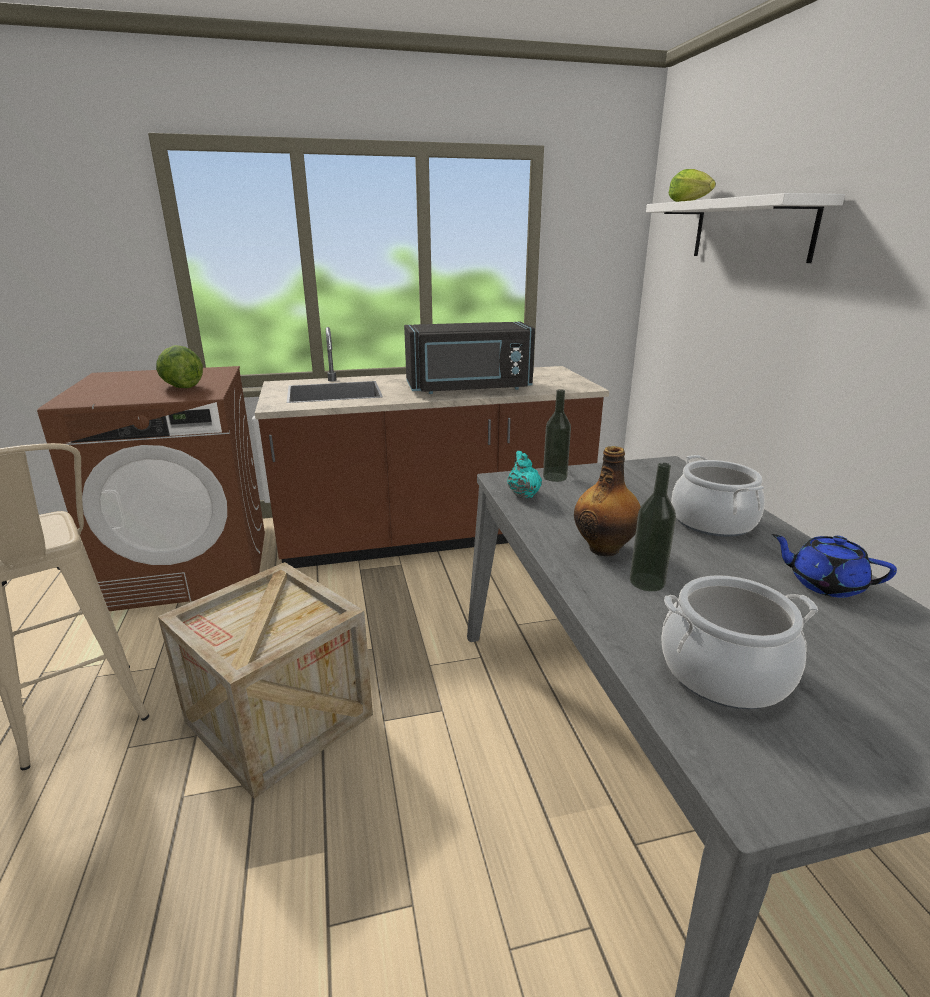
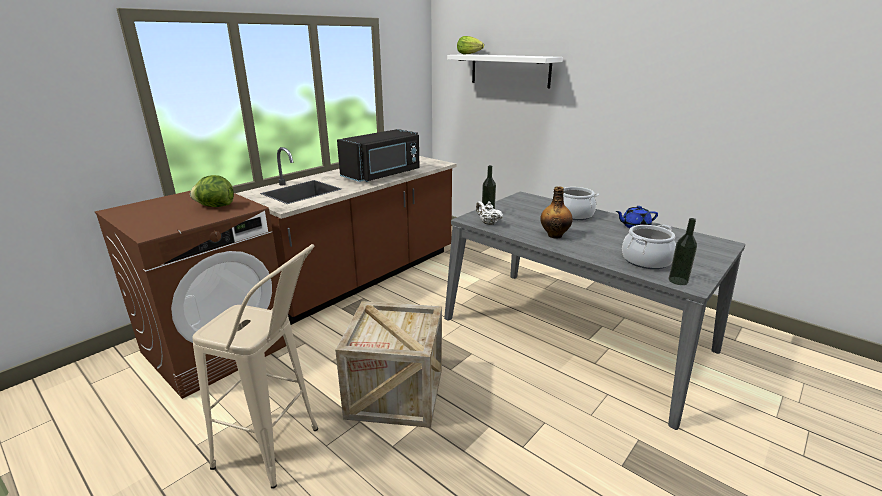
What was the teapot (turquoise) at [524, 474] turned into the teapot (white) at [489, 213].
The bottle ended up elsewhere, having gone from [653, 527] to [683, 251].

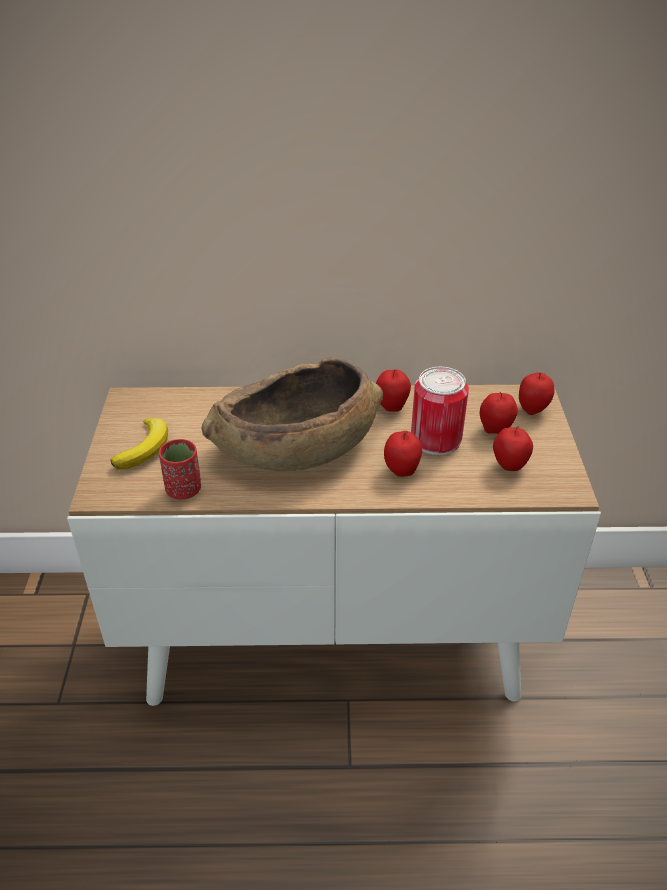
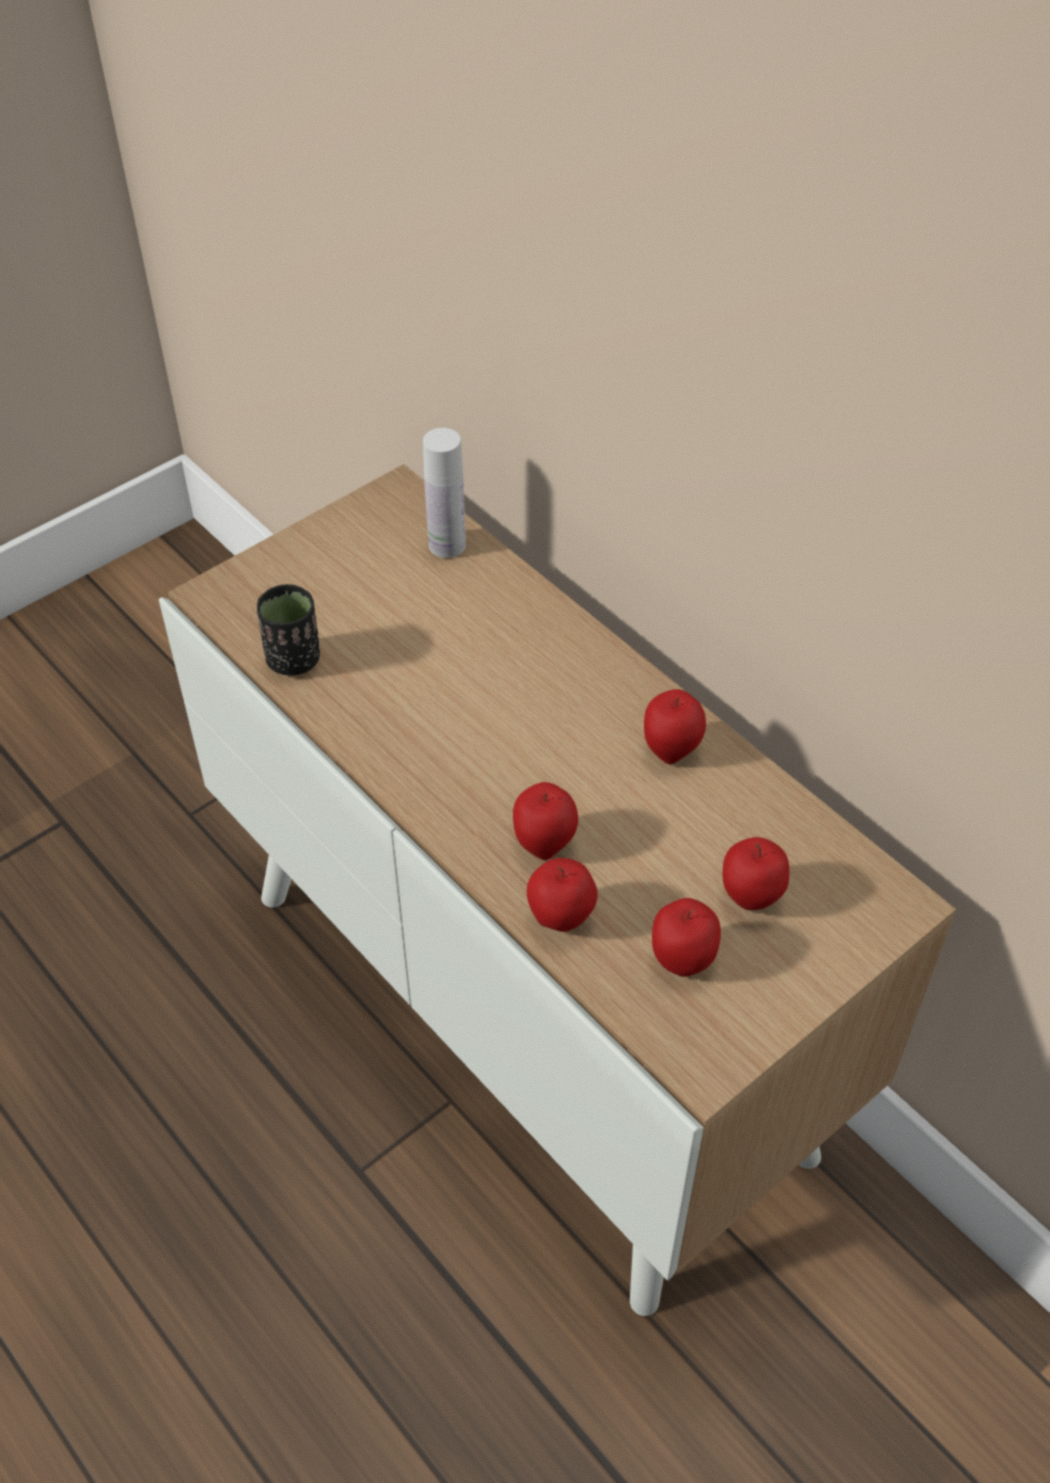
The second view lost the banana at [139, 443].
What was the cup (red) at [180, 469] turned into the cup (black) at [288, 630].
The second view lost the bowl (brown) at [292, 414].
The second view lost the can at [440, 411].
The apple ended up elsewhere, having gone from [537, 393] to [562, 895].
The second view gained the bottle (white) at [444, 493].

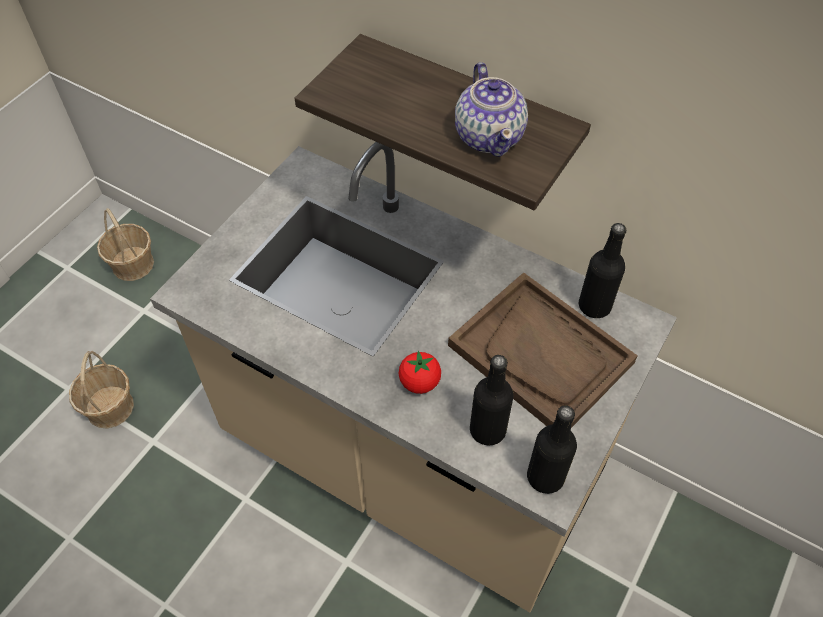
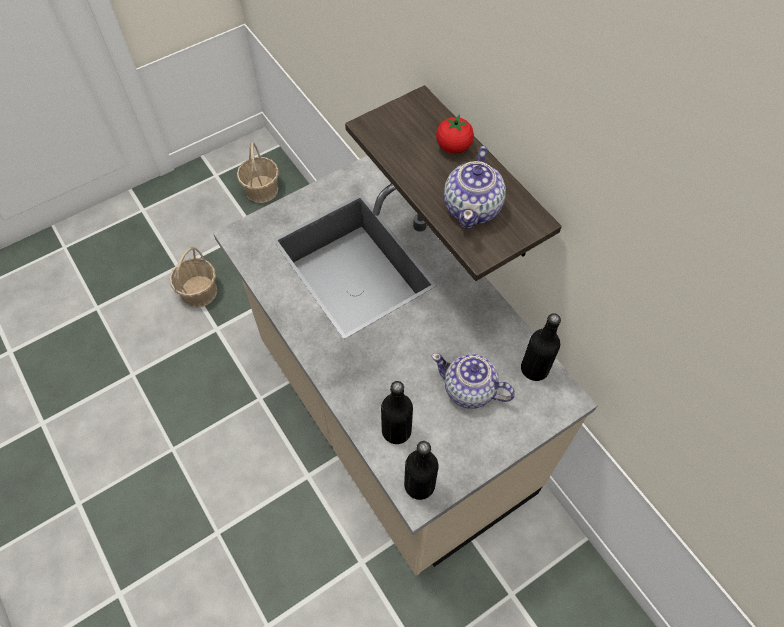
The tomato ended up elsewhere, having gone from [419, 372] to [455, 134].
Where the tray (brown) stood at [543, 350], the teapot came to stand at [473, 381].

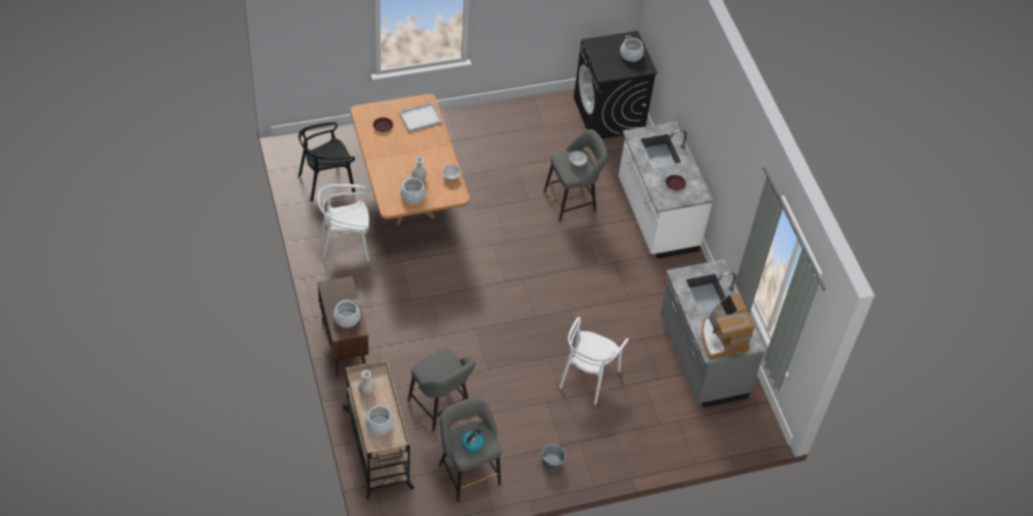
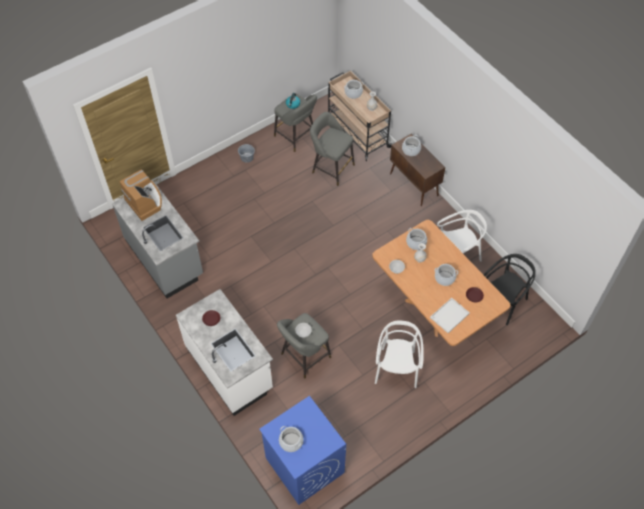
The chair (white) ended up elsewhere, having gone from [594, 361] to [399, 354].
What was the washing machine (black) at [616, 85] turned into the washing machine (blue) at [302, 450].
The second view gained the cooking pot at [446, 275].

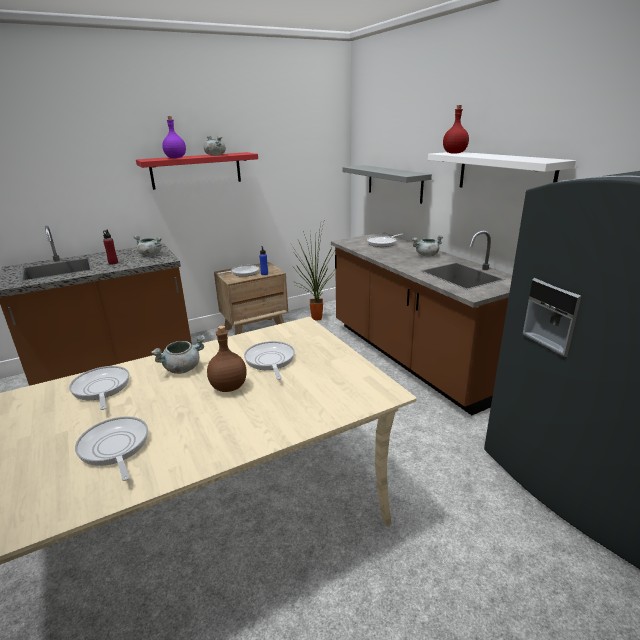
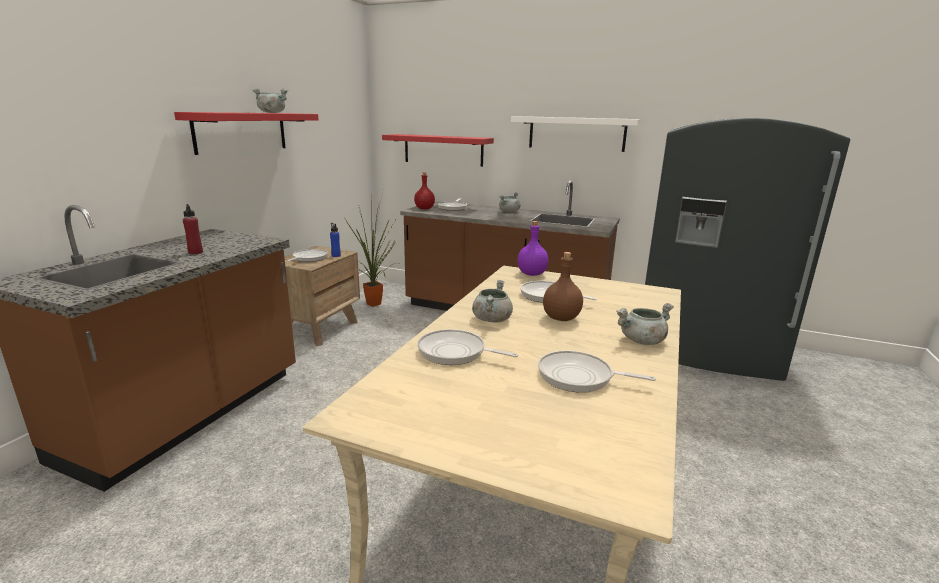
The cooking pot (grey) ended up elsewhere, having gone from [148, 245] to [645, 324].
The bottle (purple) ended up elsewhere, having gone from [174, 137] to [533, 248].
What was the shelf (grey) at [387, 184] turned into the shelf (red) at [438, 150].
The bottle (red) ended up elsewhere, having gone from [456, 129] to [424, 190].

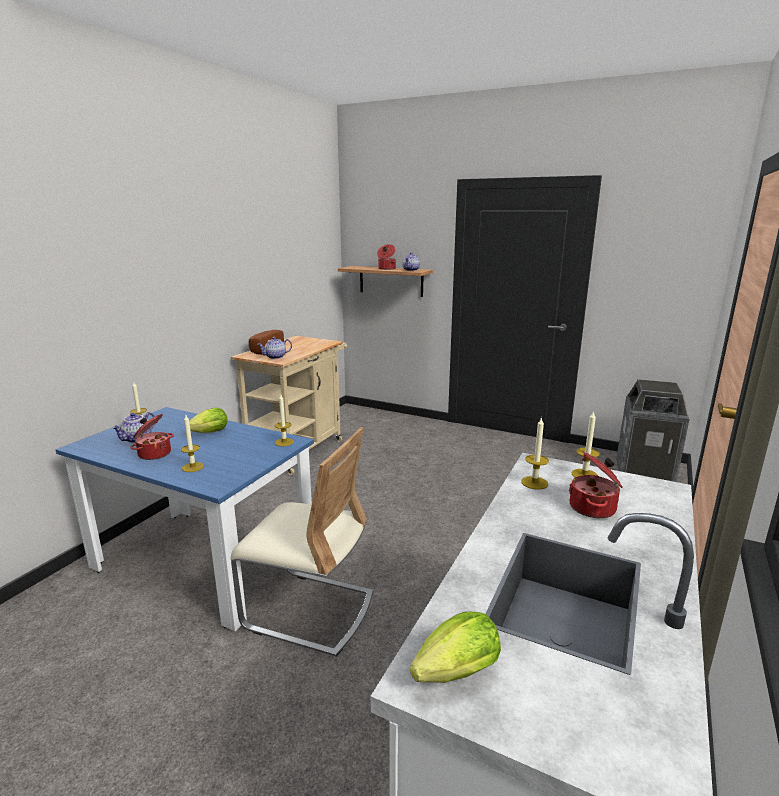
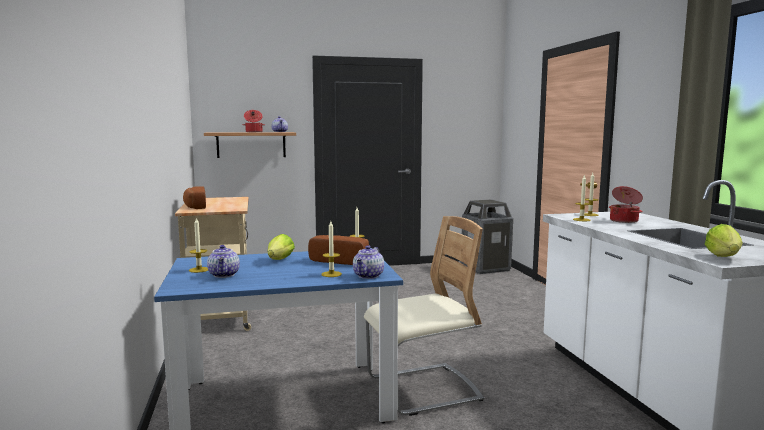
The second view lost the cooking pot at [152, 437].
The teapot ended up elsewhere, having gone from [274, 348] to [368, 262].
The second view gained the bread at [338, 250].

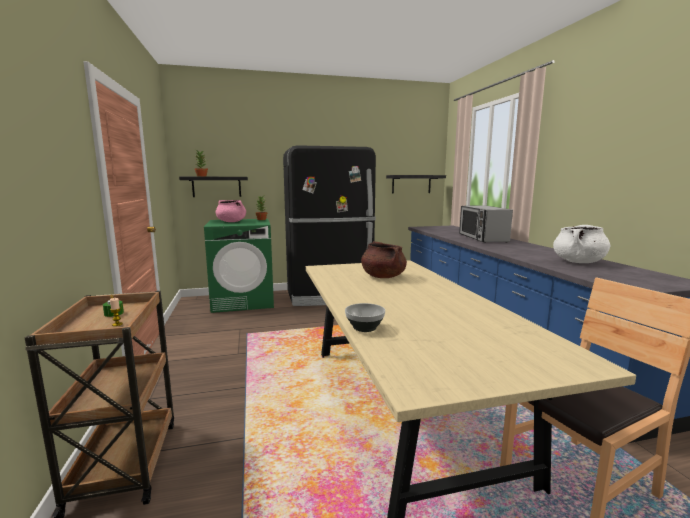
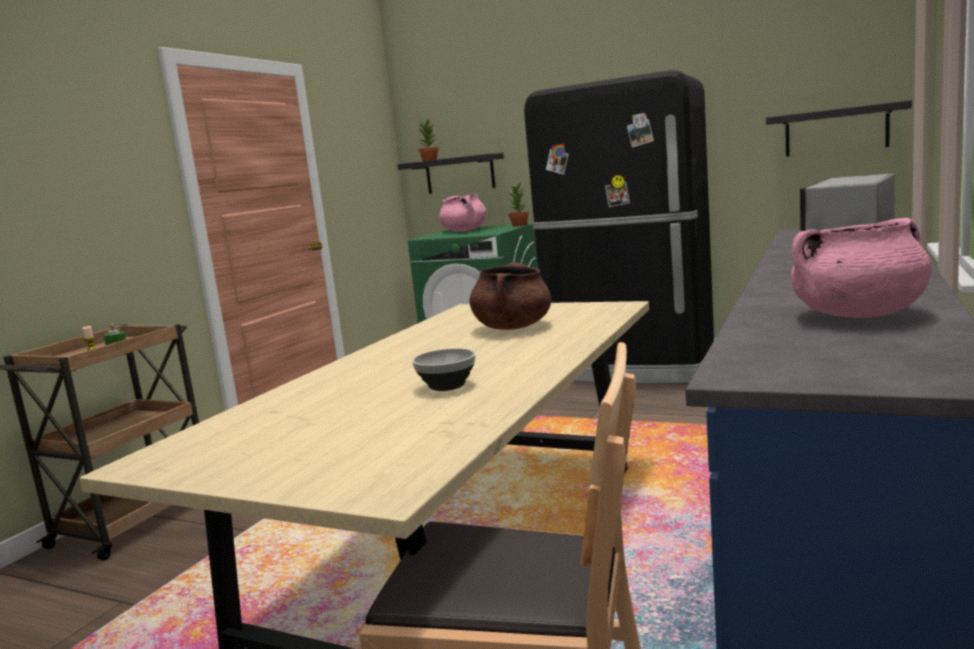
The bowl ended up elsewhere, having gone from [365, 317] to [443, 369].
What was the cooking pot (white) at [581, 244] turned into the cooking pot (pink) at [861, 268].

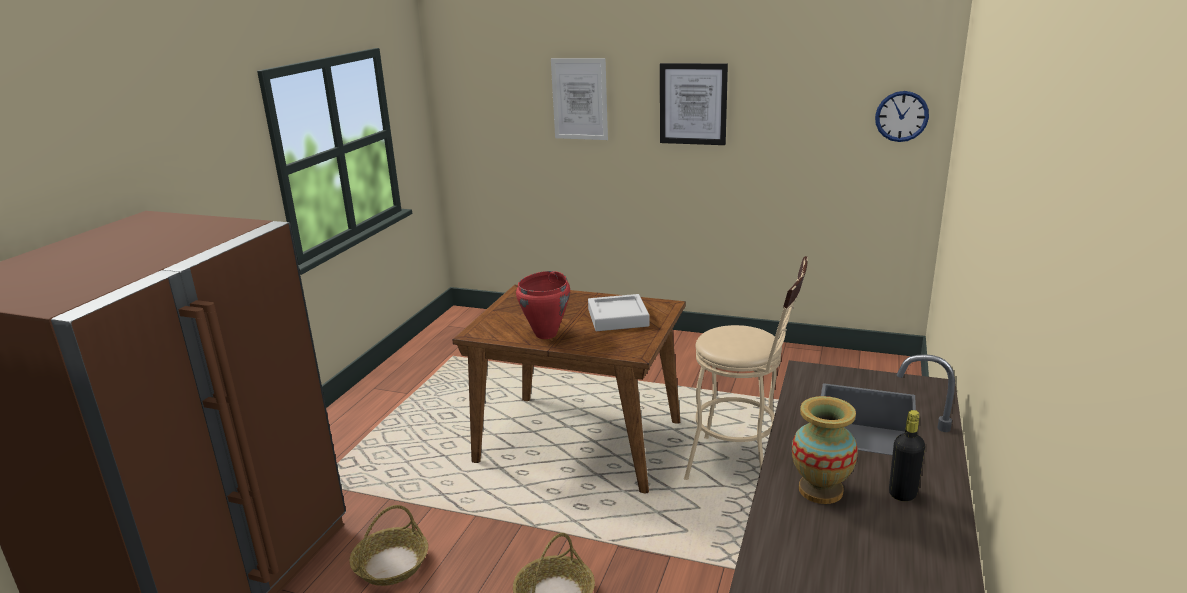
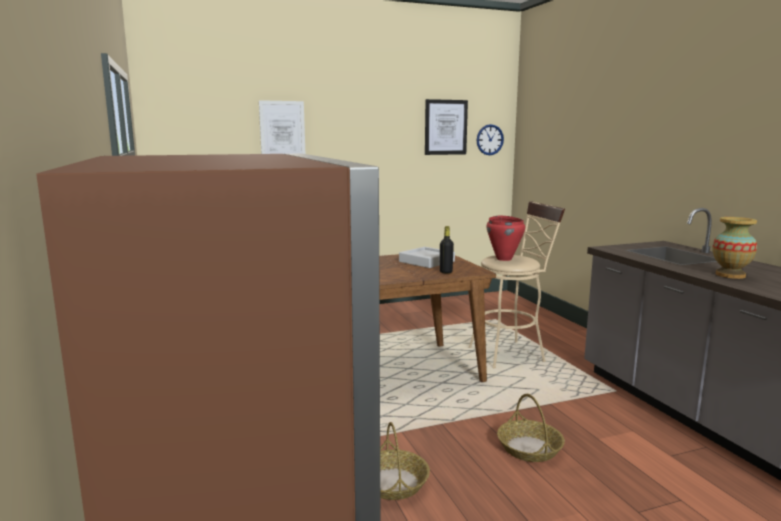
The cooking pot (red) ended up elsewhere, having gone from [543, 305] to [505, 238].
The picture ended up elsewhere, having gone from [694, 104] to [446, 127].
The bottle (black) ended up elsewhere, having gone from [907, 455] to [447, 249].

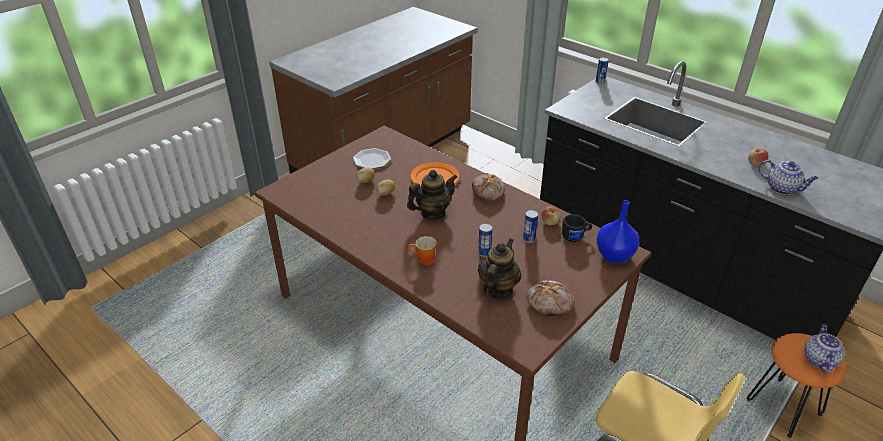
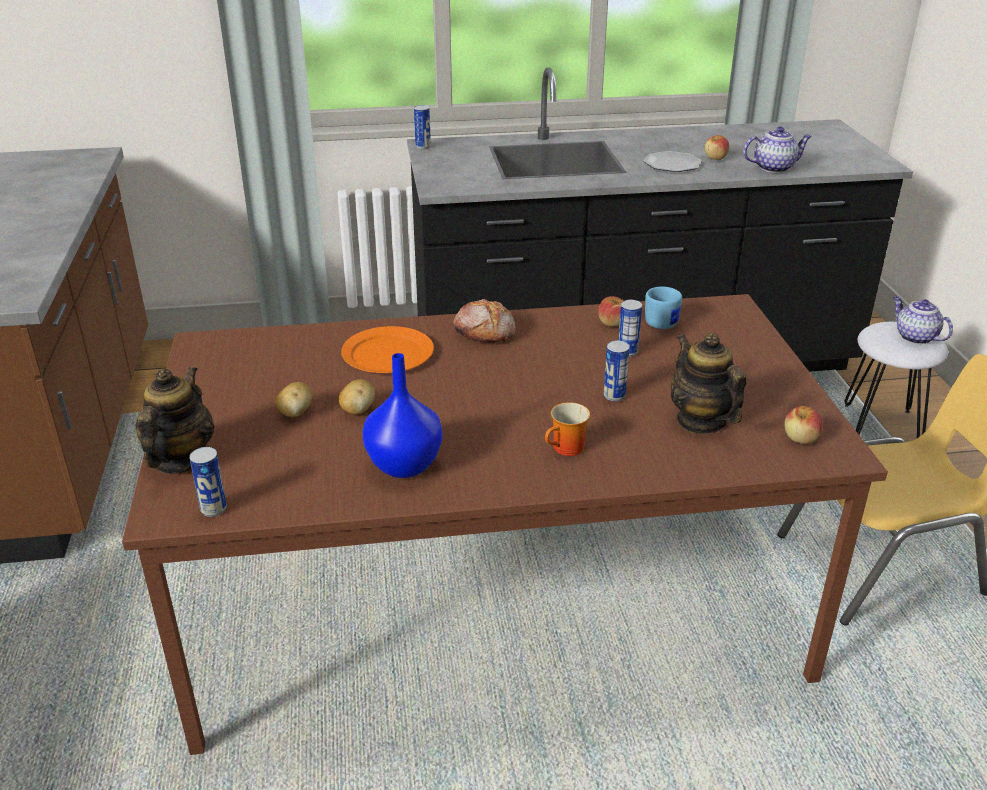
The plate ended up elsewhere, having gone from [372, 158] to [672, 161].
The teapot ended up elsewhere, having gone from [432, 195] to [175, 420].
The second view lost the bread at [550, 298].
What was the mug (black) at [577, 228] turned into the mug (blue) at [663, 308].
The vase (blue) ended up elsewhere, having gone from [617, 231] to [402, 415].
What was the stool (orange) at [796, 385] turned into the stool (white) at [896, 380].
The second view gained the can at [208, 482].
The second view gained the apple at [803, 425].

